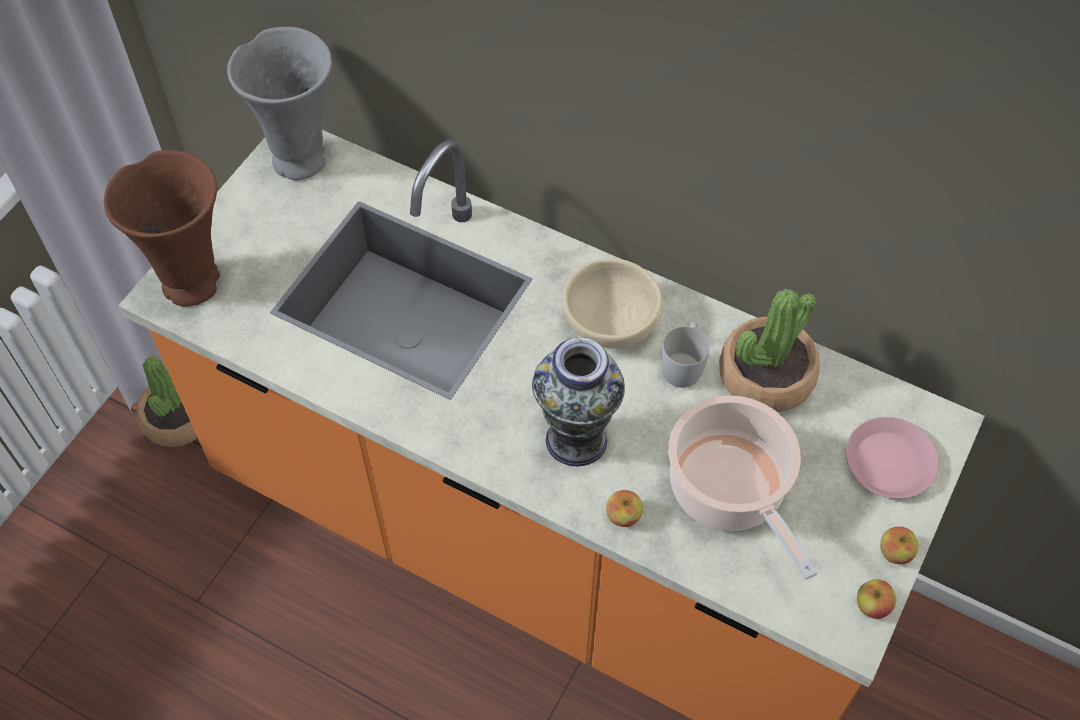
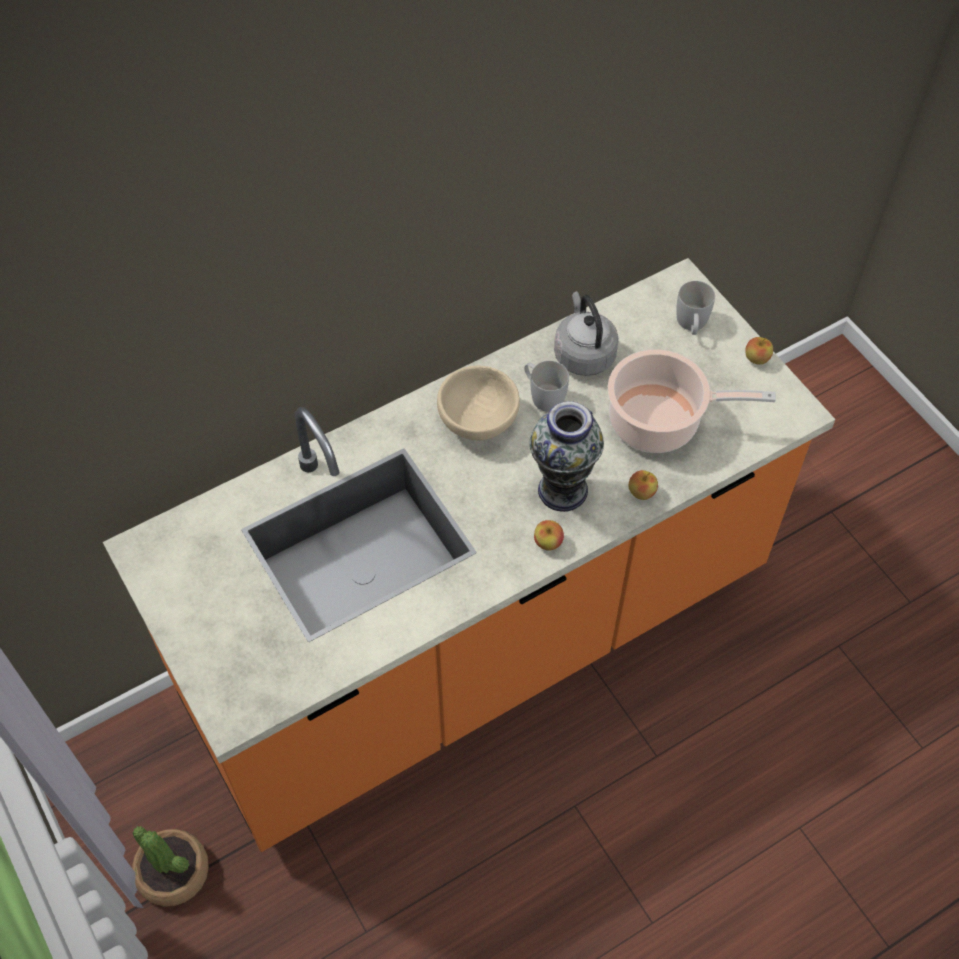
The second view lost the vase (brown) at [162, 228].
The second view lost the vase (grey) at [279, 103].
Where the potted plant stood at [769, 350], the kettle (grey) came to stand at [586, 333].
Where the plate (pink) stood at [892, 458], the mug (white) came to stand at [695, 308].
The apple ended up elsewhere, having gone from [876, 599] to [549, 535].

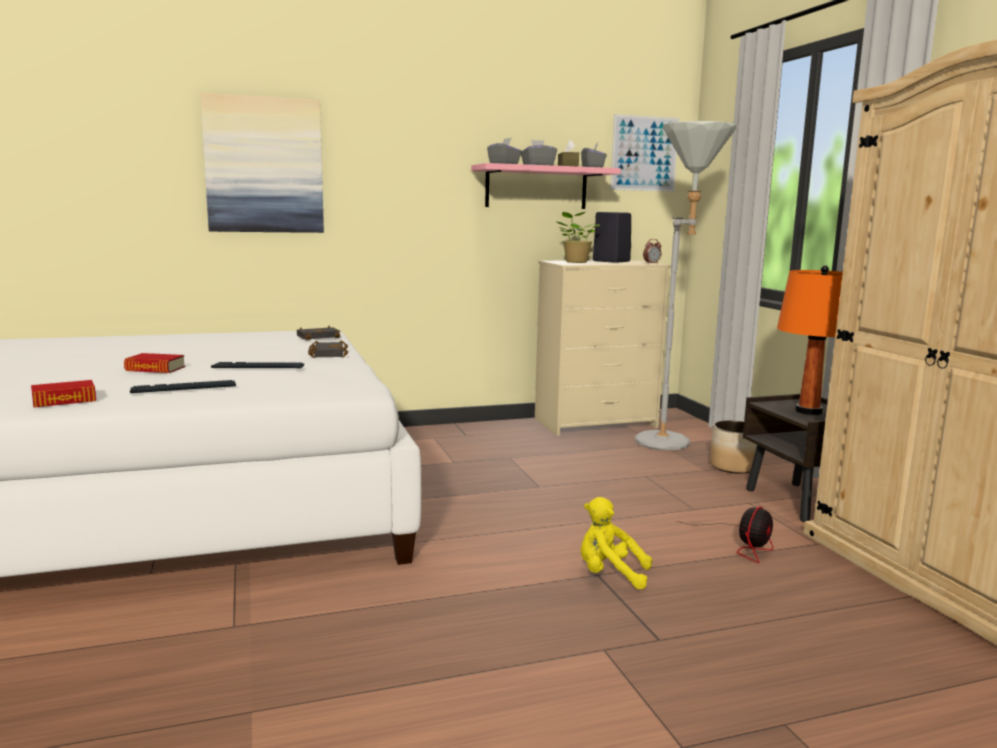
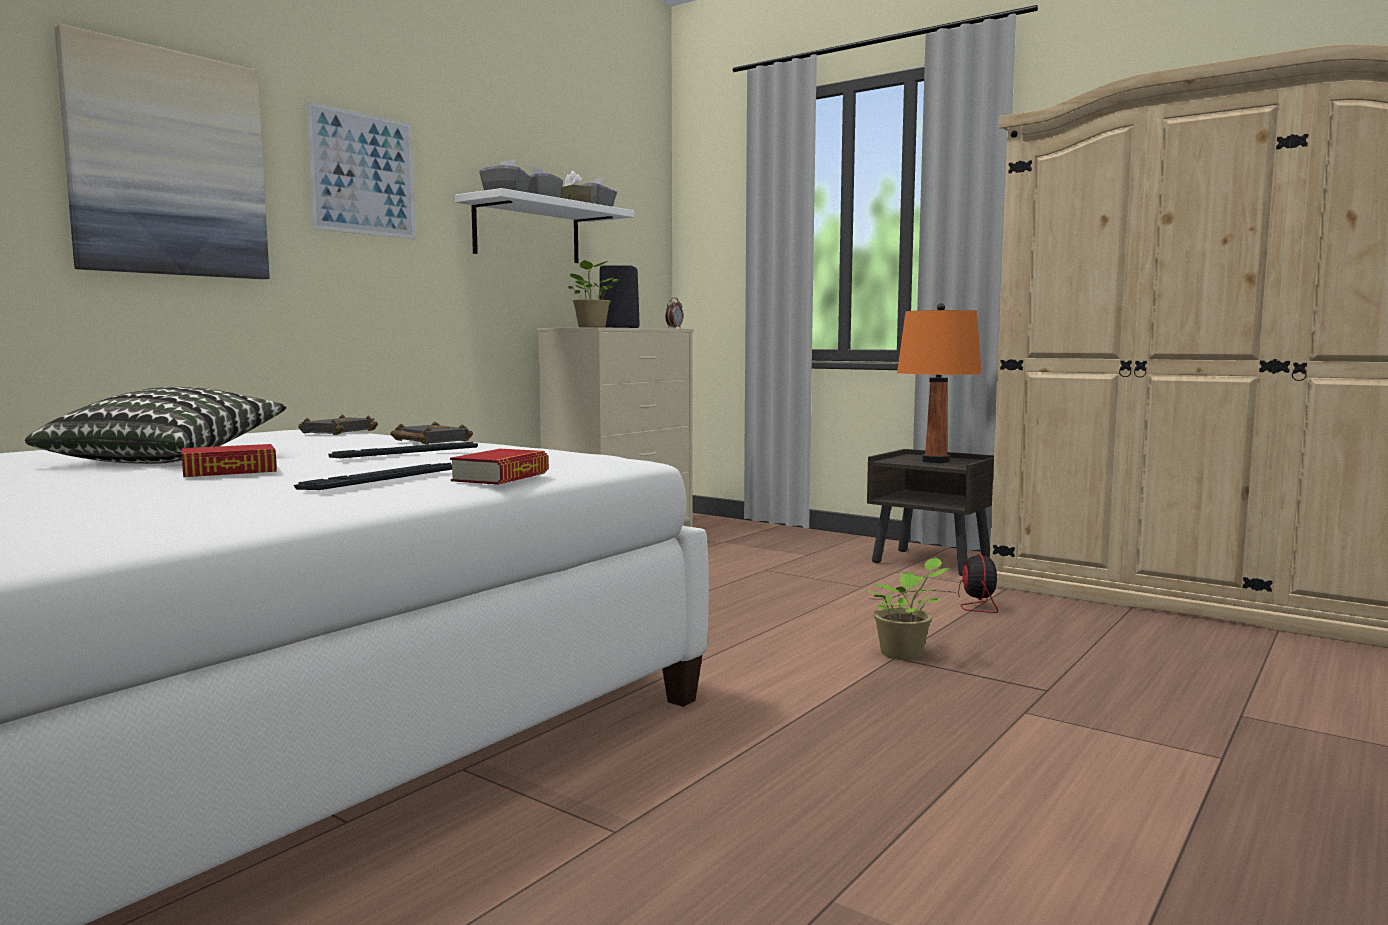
The book ended up elsewhere, having gone from [63, 393] to [499, 467].
What was the shelf (pink) at [546, 186] turned into the shelf (white) at [544, 225].
Where the plush toy (yellow) stood at [616, 543], the potted plant came to stand at [907, 608].
The picture ended up elsewhere, having gone from [644, 153] to [361, 170].
The second view lost the floor lamp (grey) at [686, 285].
The second view lost the planter at [733, 447].
The second view gained the pillow at [156, 425].

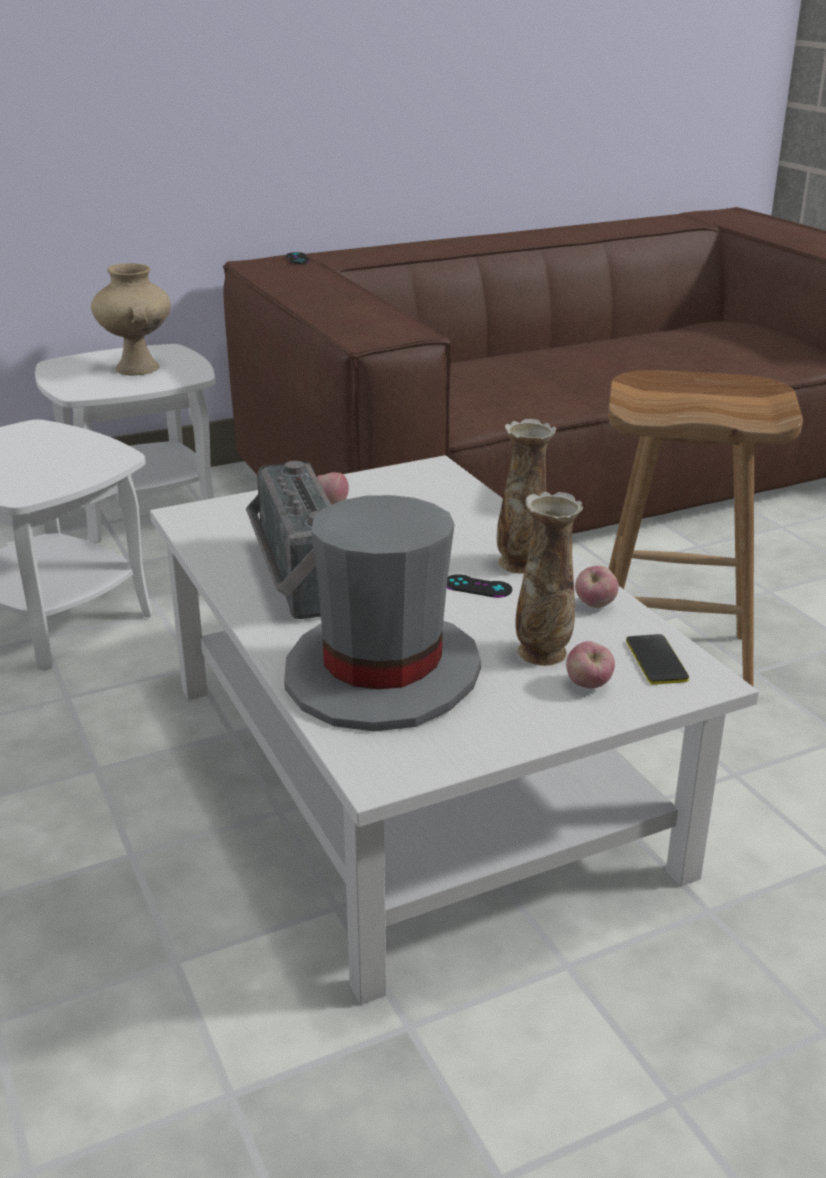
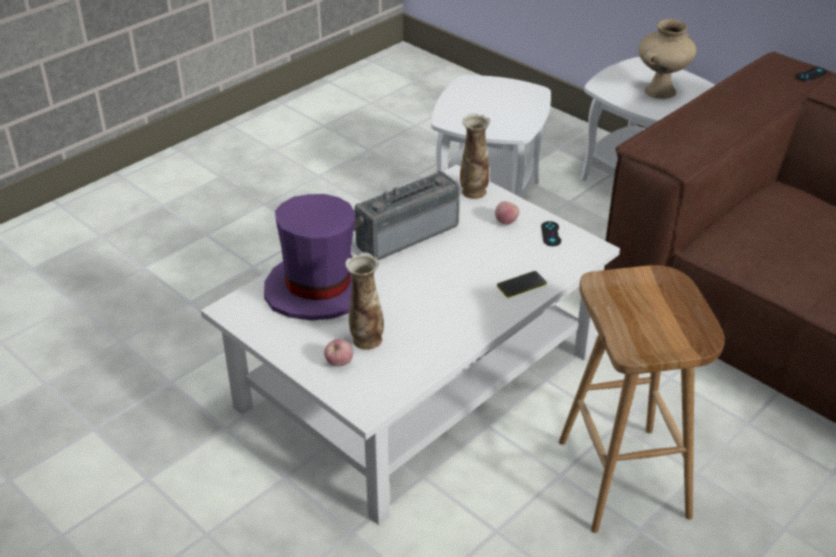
What was the hat (grey) at [382, 613] turned into the hat (purple) at [309, 257].
The game controller (black) ended up elsewhere, having gone from [479, 586] to [551, 233].
The vase ended up elsewhere, having gone from [526, 496] to [475, 156].
The second view lost the apple at [597, 587].
The phone ended up elsewhere, having gone from [657, 659] to [522, 284].

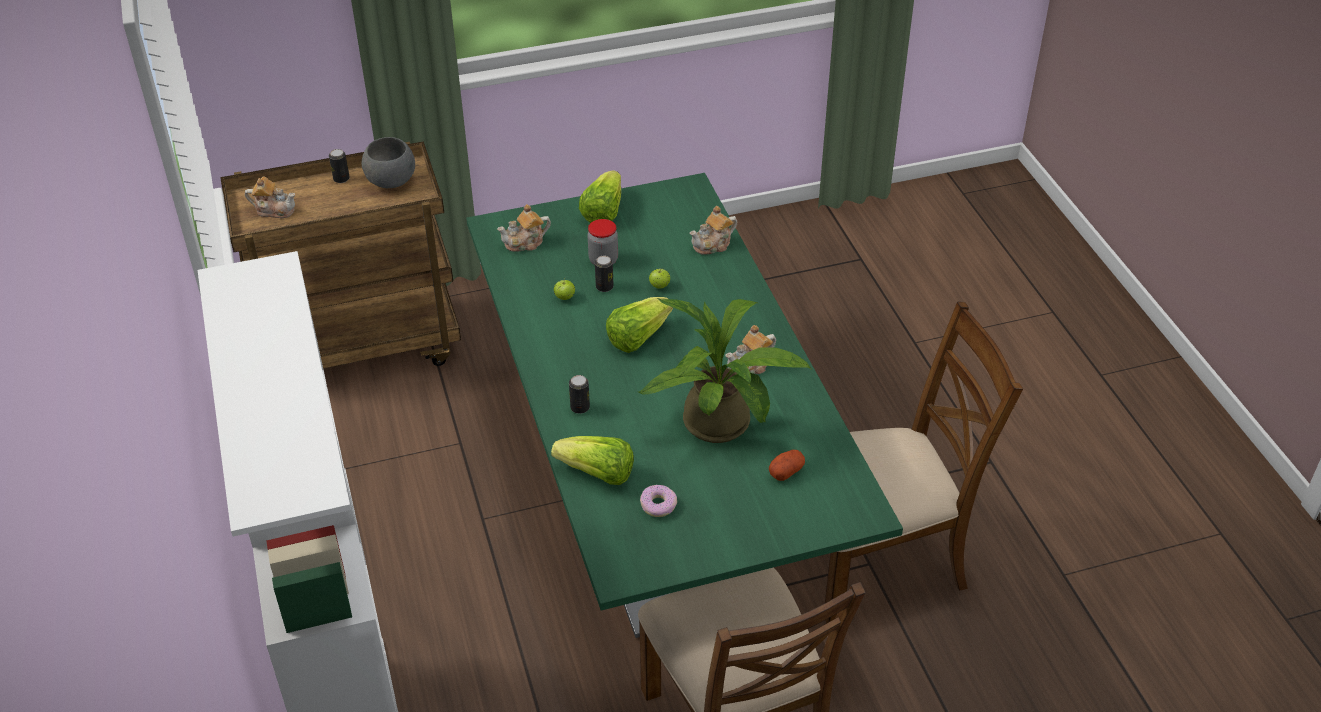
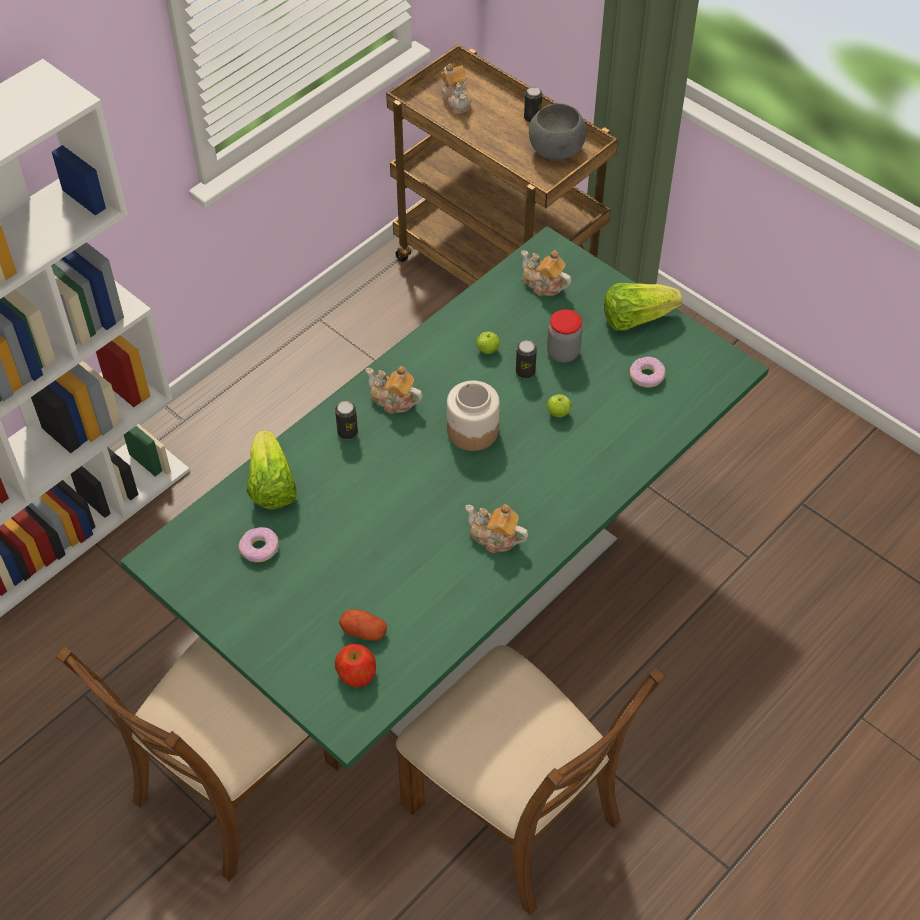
Where the lettuce stood at [639, 325], the jar came to stand at [473, 416].
The second view lost the potted plant at [725, 370].
The teapot ended up elsewhere, having gone from [713, 230] to [394, 390].
The second view gained the apple at [355, 665].
The second view gained the donut at [648, 372].

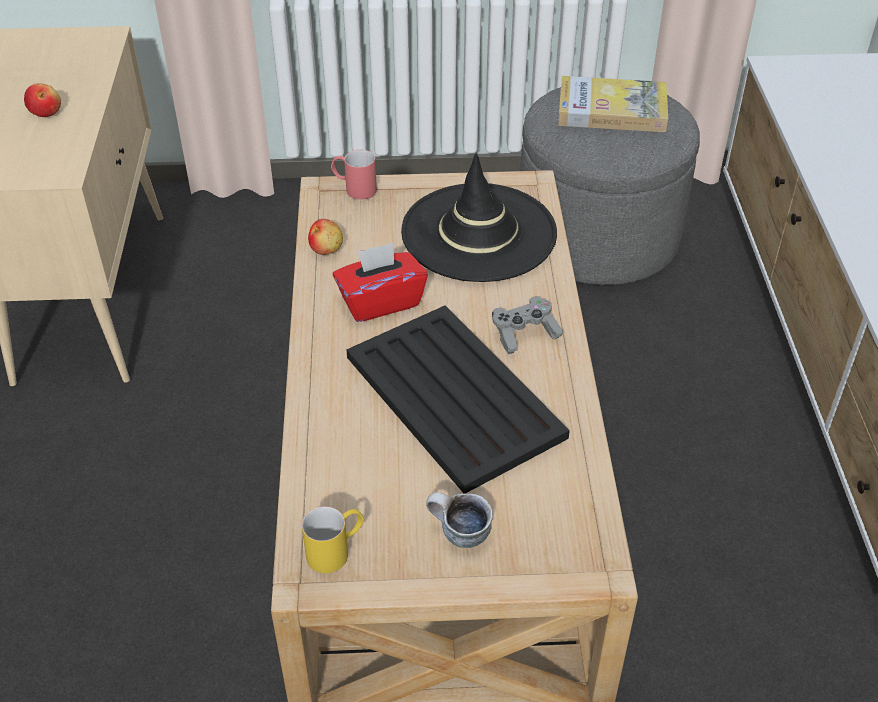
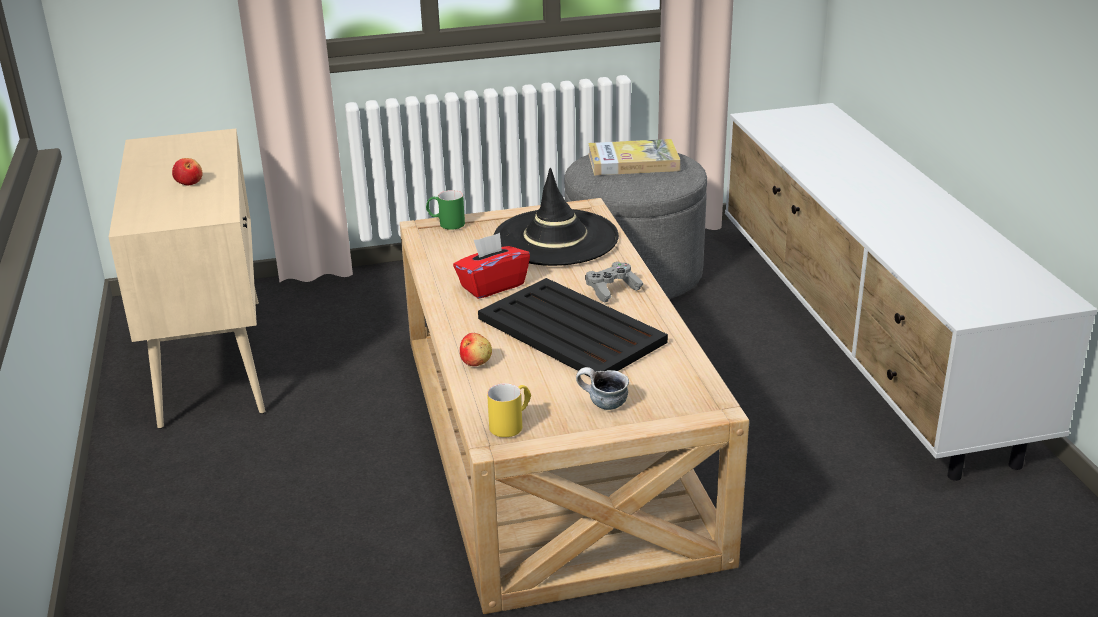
The apple ended up elsewhere, having gone from [325, 237] to [476, 349].
What was the mug (red) at [354, 175] turned into the mug (green) at [445, 210].

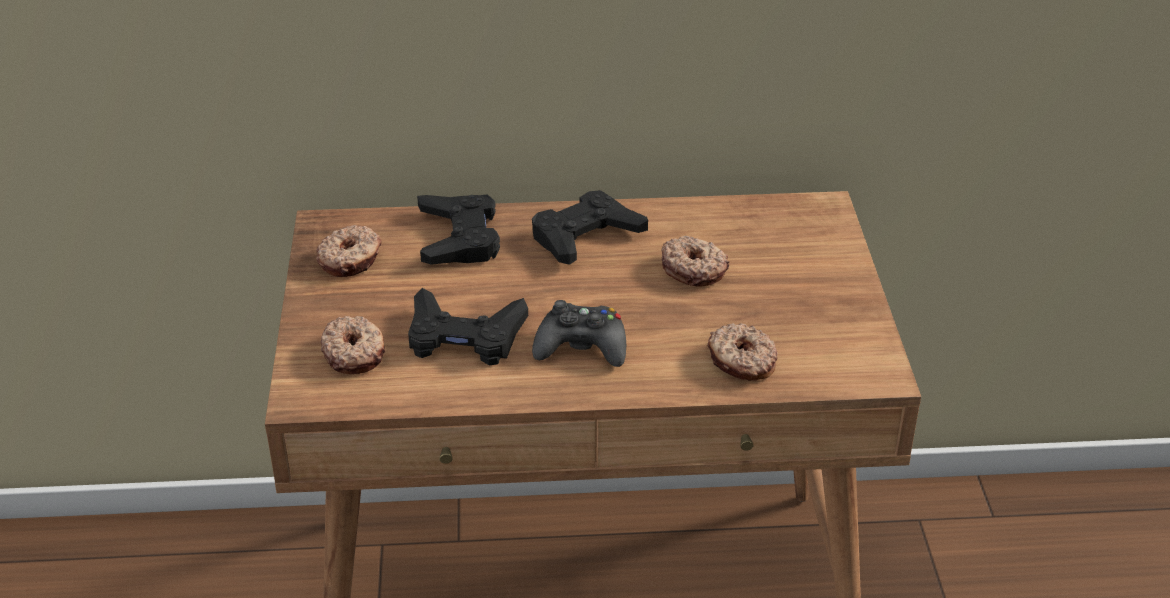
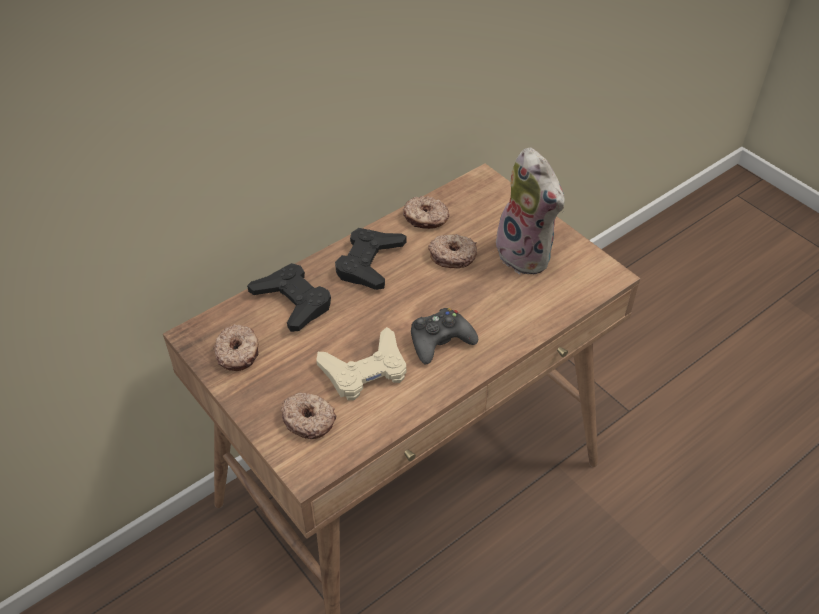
What was the game controller (black) at [468, 327] turned into the game controller (beige) at [361, 363].
The donut ended up elsewhere, having gone from [742, 352] to [426, 212].
The second view gained the plush toy at [530, 210].

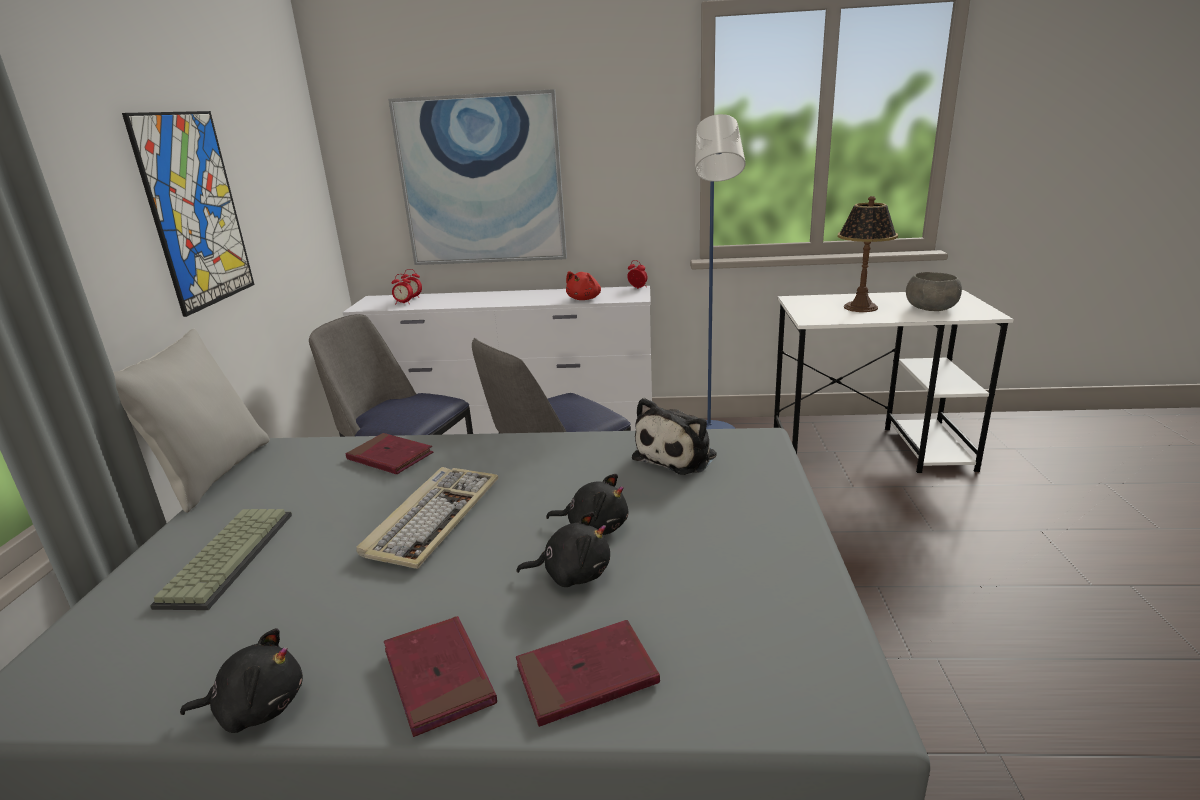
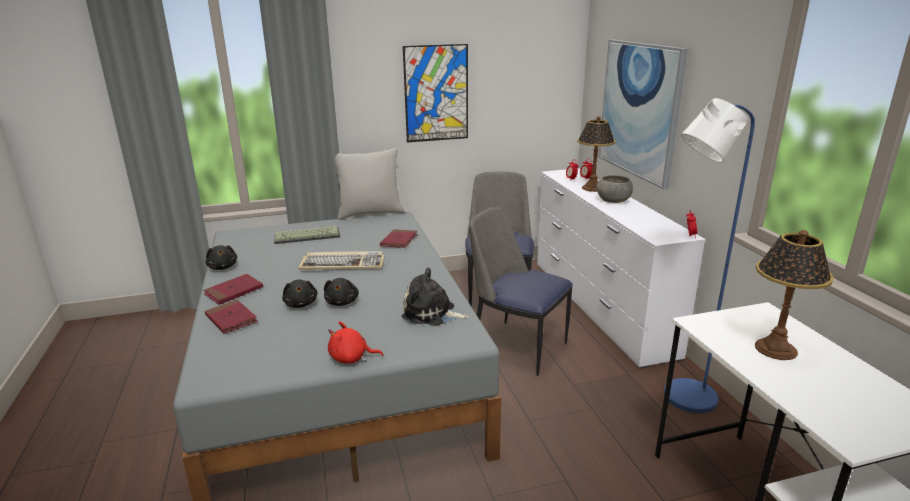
The plush toy (red) ended up elsewhere, having gone from [583, 285] to [355, 342].
The bowl (grey) ended up elsewhere, having gone from [934, 291] to [615, 189].
The second view gained the table lamp at [596, 154].

